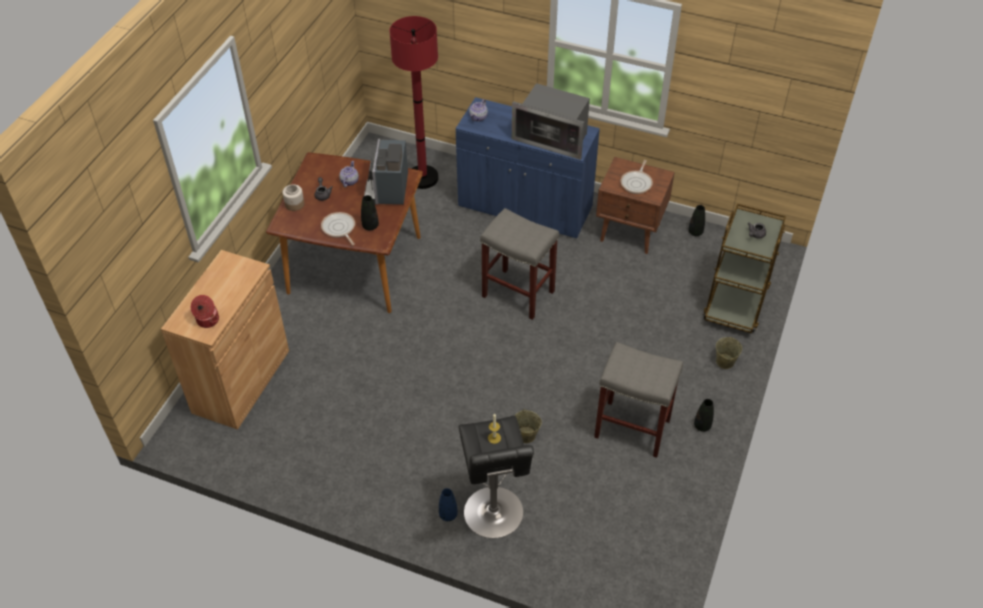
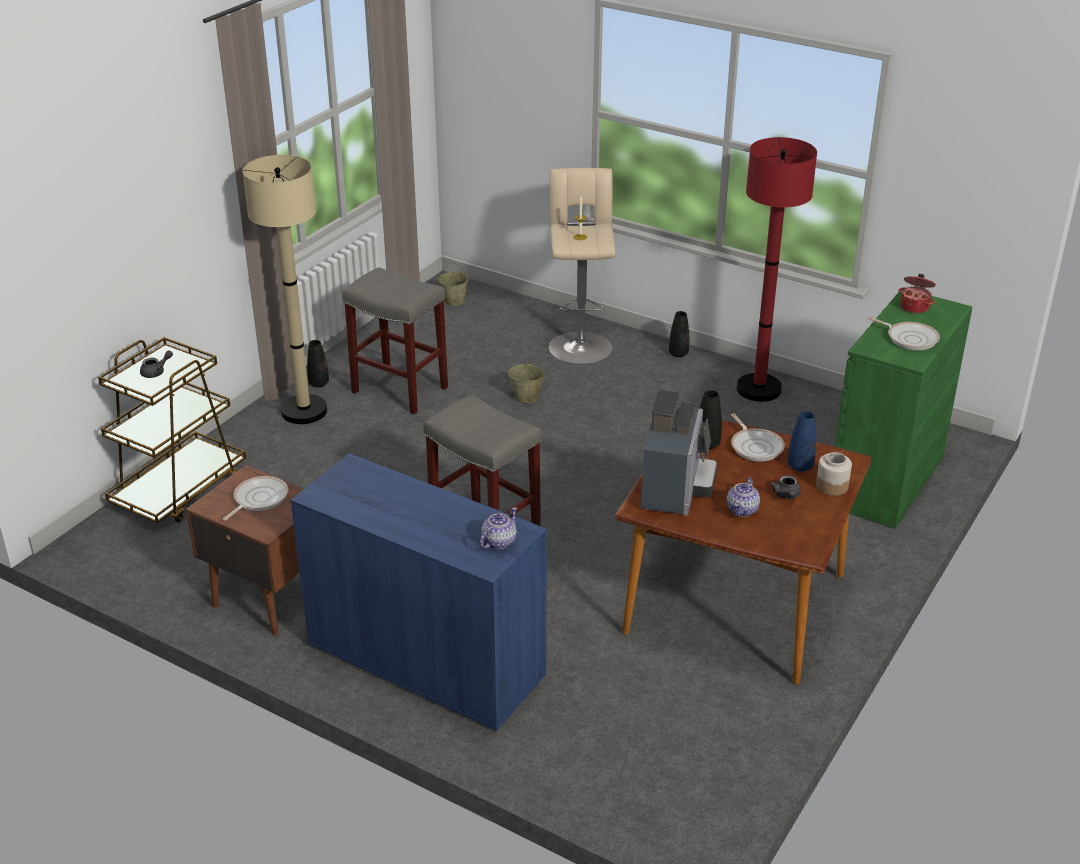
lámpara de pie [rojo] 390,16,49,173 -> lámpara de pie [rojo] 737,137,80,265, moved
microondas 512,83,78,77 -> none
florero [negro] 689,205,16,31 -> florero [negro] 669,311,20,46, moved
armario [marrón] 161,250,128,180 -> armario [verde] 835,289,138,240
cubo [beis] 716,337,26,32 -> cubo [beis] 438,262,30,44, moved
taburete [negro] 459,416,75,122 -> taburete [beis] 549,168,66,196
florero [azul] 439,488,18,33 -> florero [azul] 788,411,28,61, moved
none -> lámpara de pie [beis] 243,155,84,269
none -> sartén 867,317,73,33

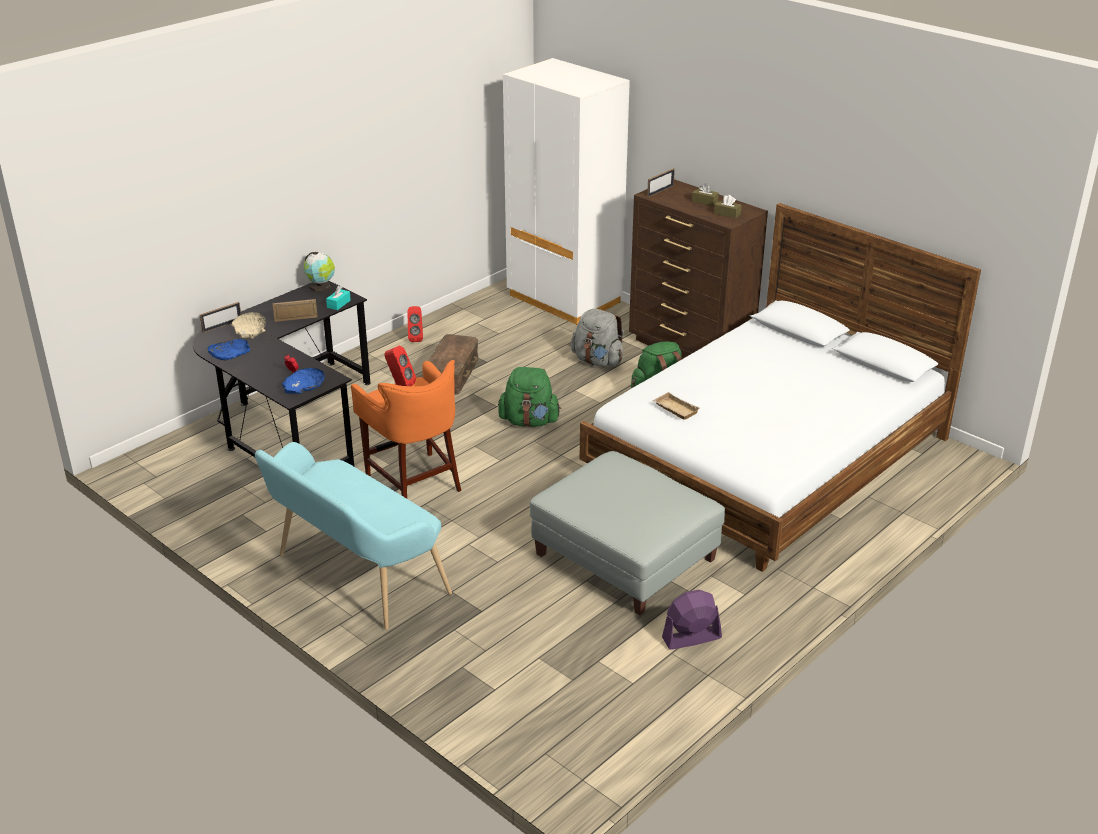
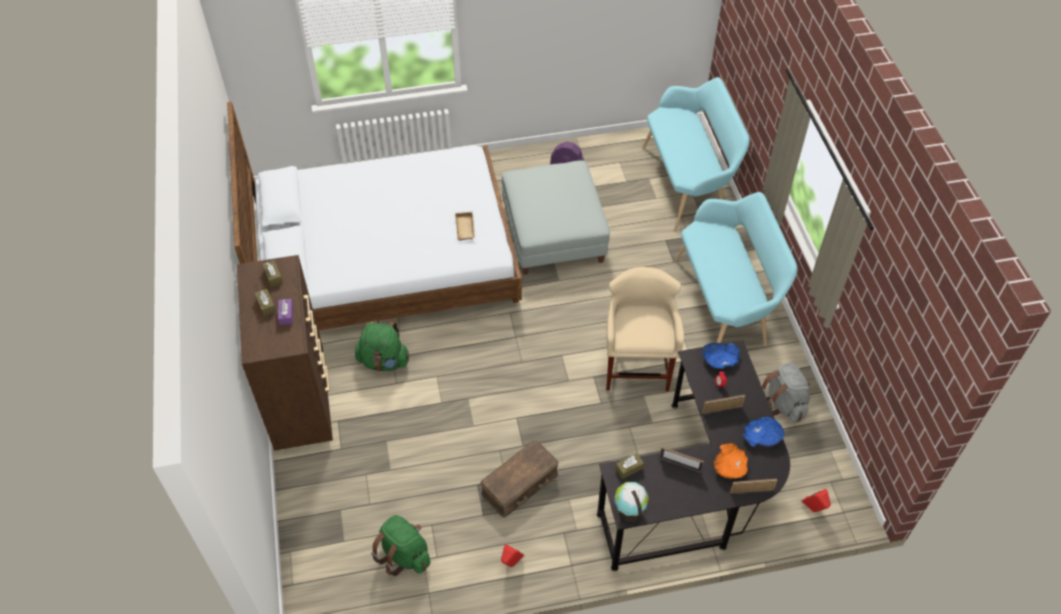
armario ropero [blanco] 503,58,127,267 -> none
portarretratos 647,168,28,29 -> portarretratos 702,395,43,19, moved
caja de pañuelos [turquesa] 326,286,25,24 -> caja de pañuelos [marrón] 616,453,28,26
mochila [gris] 571,309,53,58 -> mochila [gris] 761,363,49,59, moved
cuenco [beis] 232,312,34,27 -> cuenco [naranja] 714,443,34,36
altavoz [rojo] 384,346,32,40 -> altavoz [rojo] 802,489,29,23, moved
taburete [naranja] 351,360,110,139 -> taburete [beis] 606,267,78,125
mochila [verde] 498,367,63,60 -> mochila [verde] 371,515,59,61, moved
none -> banco [turquesa] 643,77,107,154
none -> caja de pañuelos [morado] 278,299,15,26

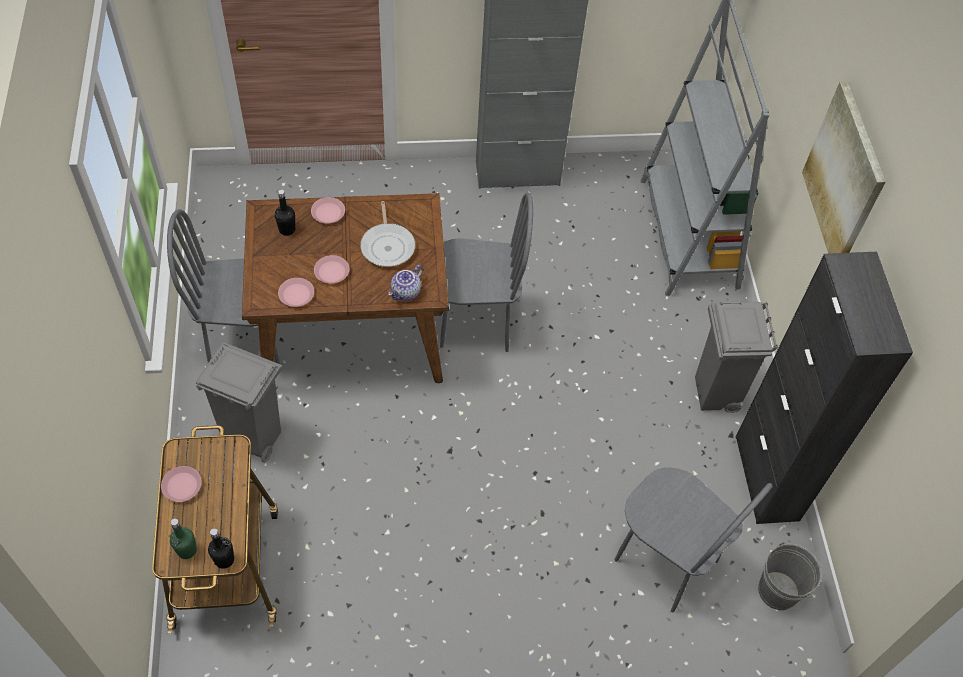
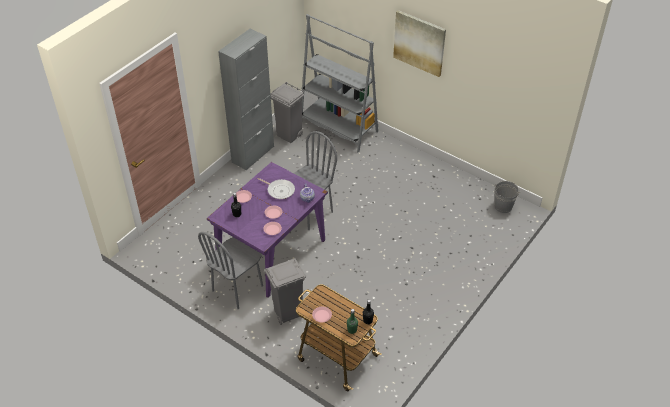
mesa de comedor [marrón] 242,193,207,190 -> mesa de comedor [morado] 207,162,121,136
armario [negro] 736,252,177,272 -> none
papelera [gris] 695,302,83,111 -> papelera [gris] 271,82,33,61, moved
silla [gris] 614,467,159,145 -> none

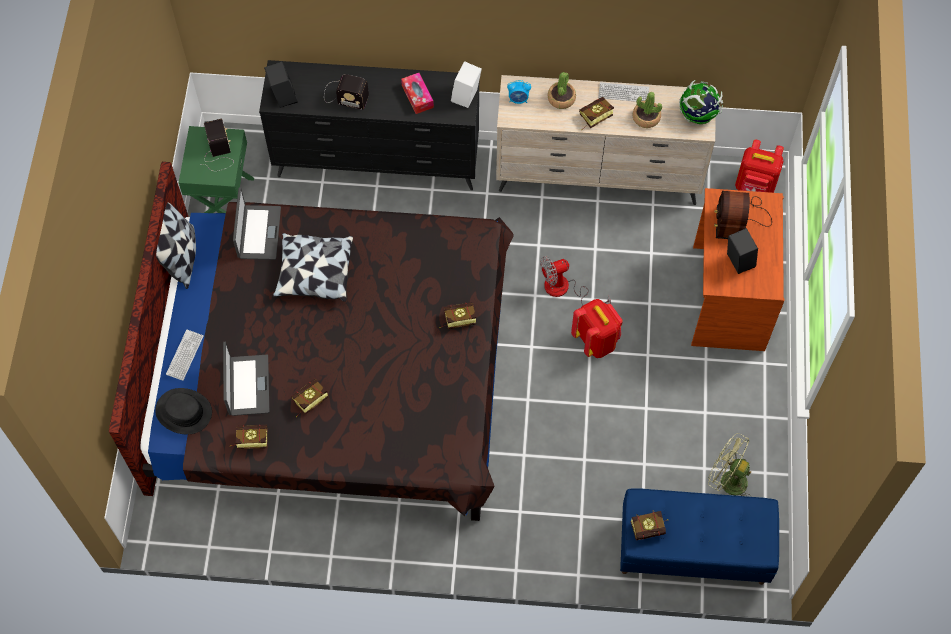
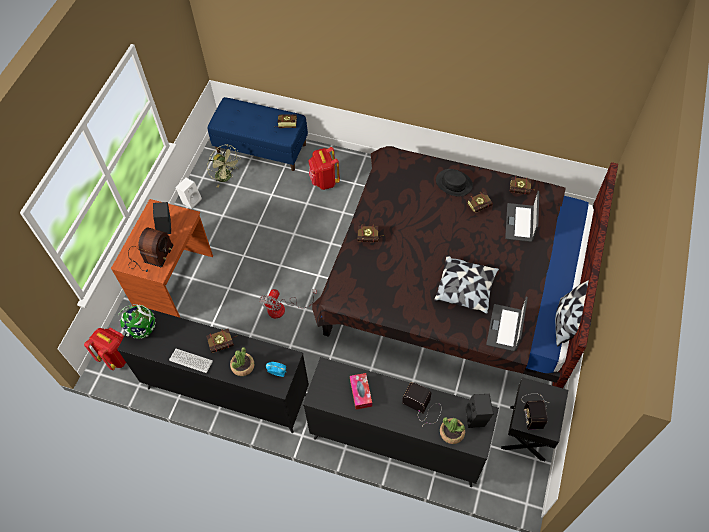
altavoz [blanco] 451,61,31,47 -> altavoz [blanco] 175,177,27,32, moved
cómoda [beis] 496,75,220,130 -> cómoda [negro] 117,309,192,124
planta en maceta 633,92,29,36 -> planta en maceta 440,417,25,27, moved
mesita de noche [verde] 179,126,75,87 -> mesita de noche [negro] 501,377,67,84
ventilador 540,256,71,49 -> ventilador 260,289,57,29, 120 degrees clockwise
mochila [rojo] 571,299,52,59 -> mochila [rojo] 308,147,32,43, moved
teclado 166,330,38,51 -> none
sombrero [negro] 155,388,57,46 -> sombrero [negro] 436,169,37,27, moved

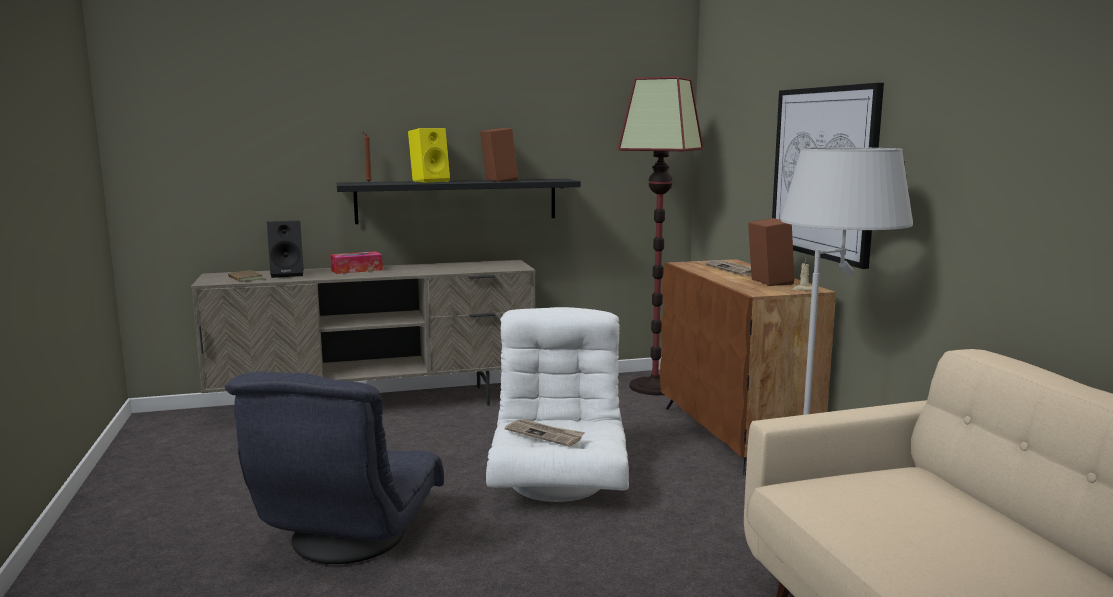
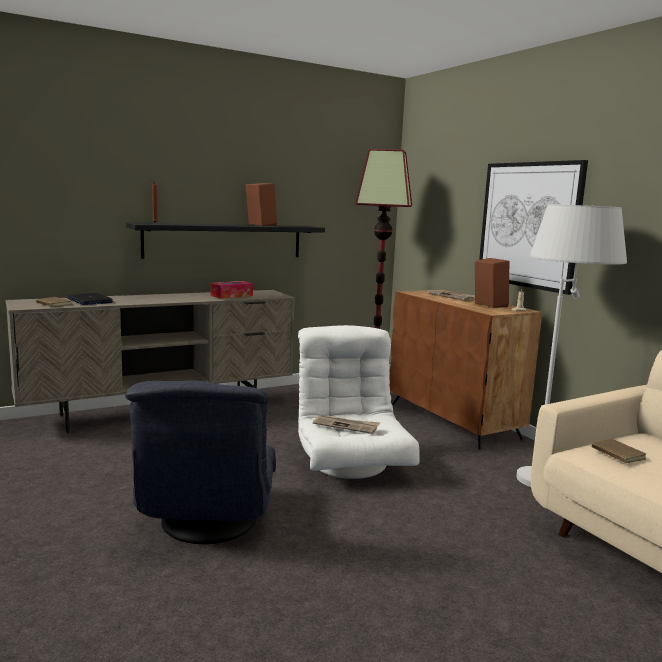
altavoz [amarillo] 408,128,42,55 -> none
altavoz [negro] 267,220,37,58 -> portátil 66,293,47,12
caja de pañuelos 330,251,53,23 -> caja de pañuelos 210,281,43,18, moved
none -> libro [marrón] 592,439,54,24

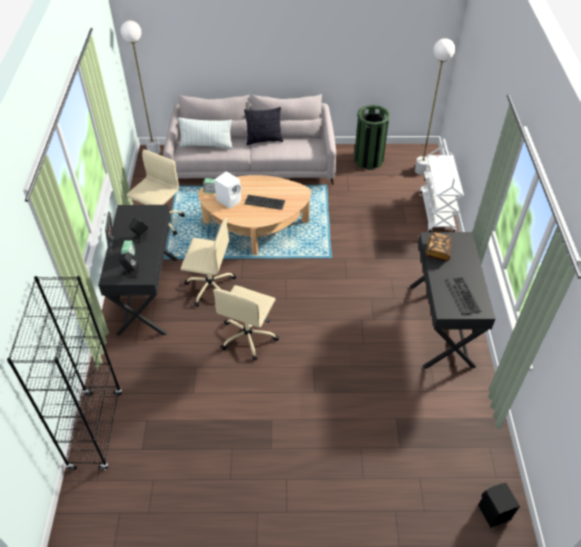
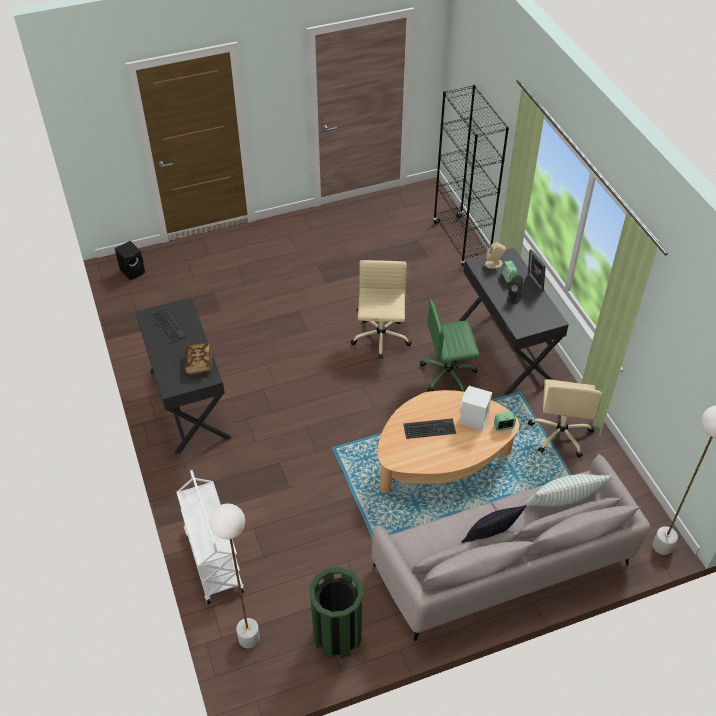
silla de oficina [beis] 181,218,55,89 -> silla de oficina [verde] 420,299,60,93
altavoz [negro] 118,252,22,26 -> altavoz [beis] 485,242,21,26

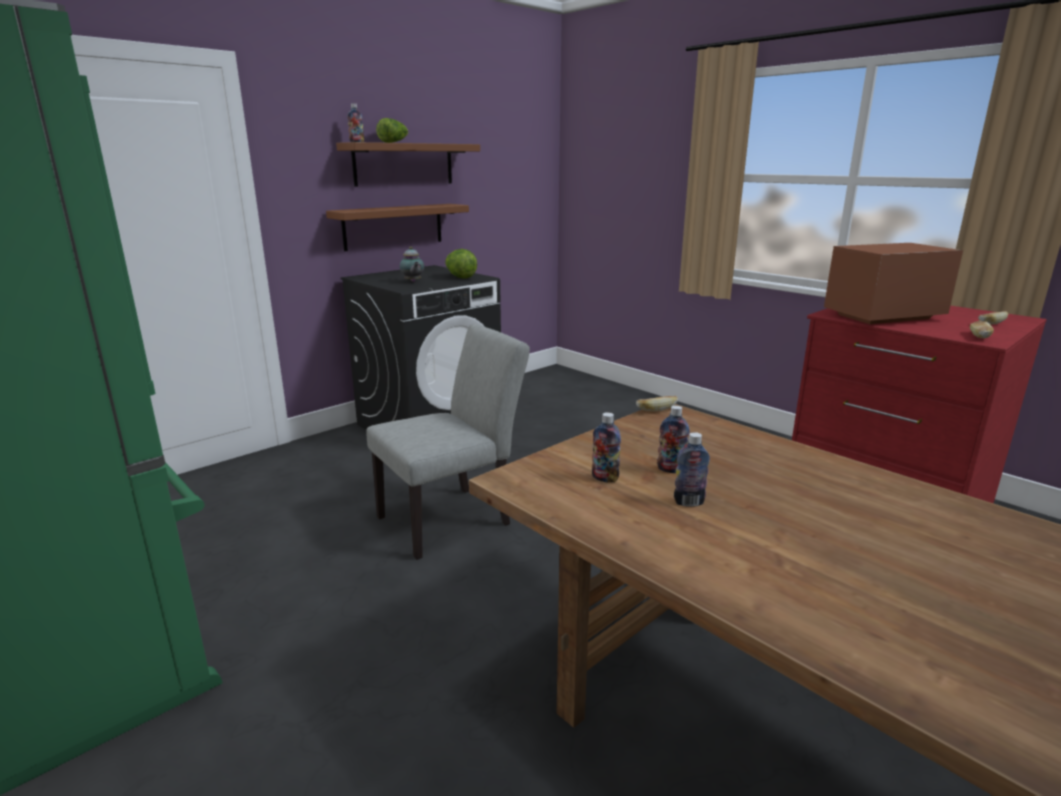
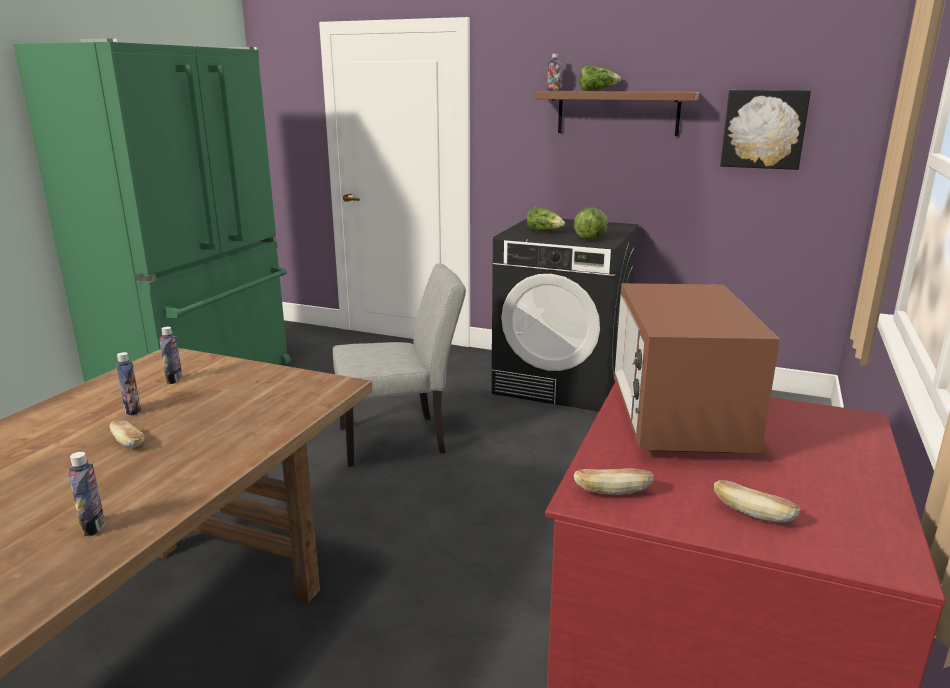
estante [marrón] 326,204,143,47 -> none
microondas 824,243,139,81 -> microondas 614,283,166,170, 135 degrees counterclockwise
tetera 400,247,24,35 -> lechuga 527,207,38,24
silla [gris] 366,324,164,236 -> silla [gris] 333,264,133,203, 45 degrees counterclockwise
pan 636,396,42,15 -> pan 109,420,35,28, moved
botella 657,405,33,68 -> botella 68,452,37,84, moved
none -> cuadro 720,90,91,80

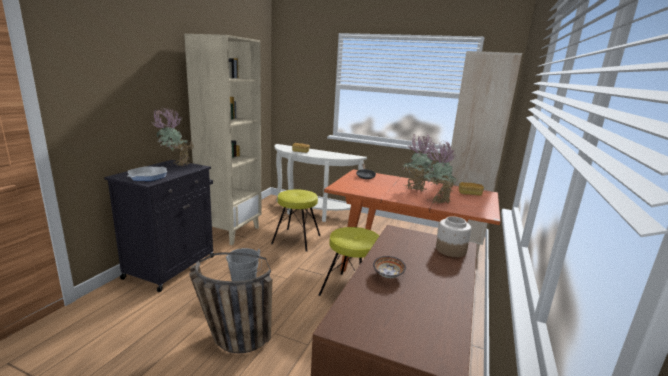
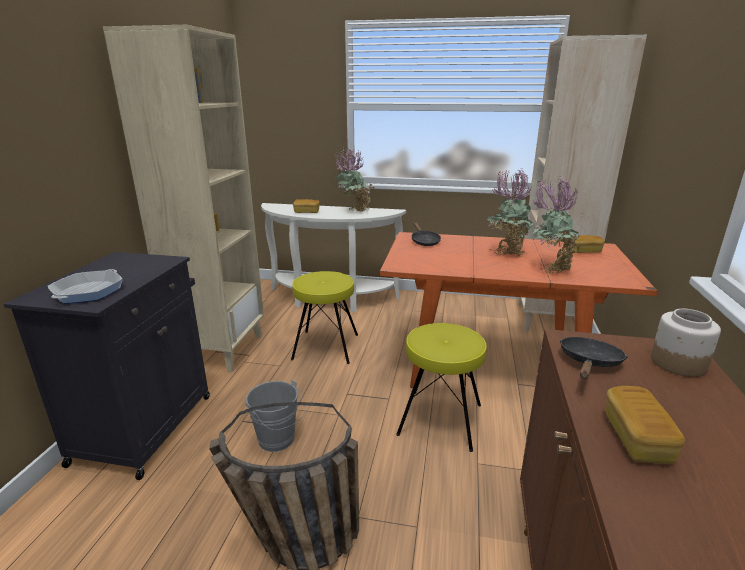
planta en maceta 153,106,41,60 -> planta en maceta 335,147,40,65, moved
cuenco 373,256,33,22 -> pan 606,386,79,78
none -> sartén [negro] 560,337,67,42

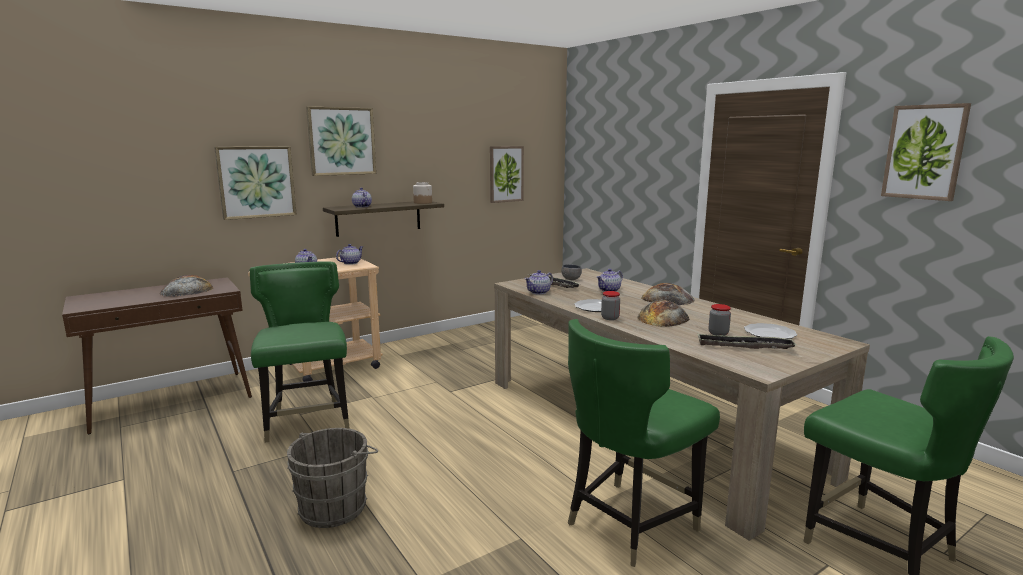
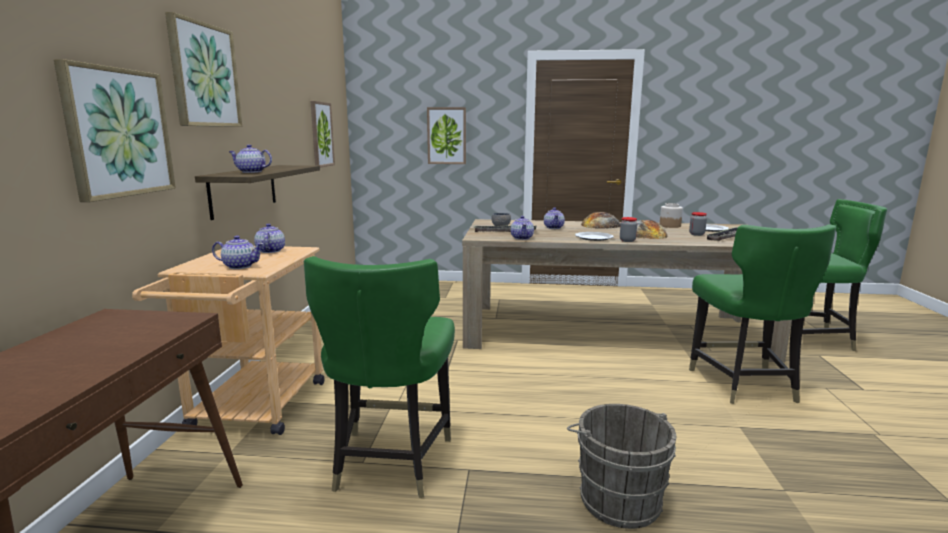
cuadro 881,103,90,98 -> cuadro 427,107,39,57, moved
tarro 413,182,19,22 -> tarro 660,203,23,25, moved
silla [verde] 250,261,100,182 -> silla [verde] 304,256,151,242, 105 degrees counterclockwise
pan 160,275,53,22 -> none

